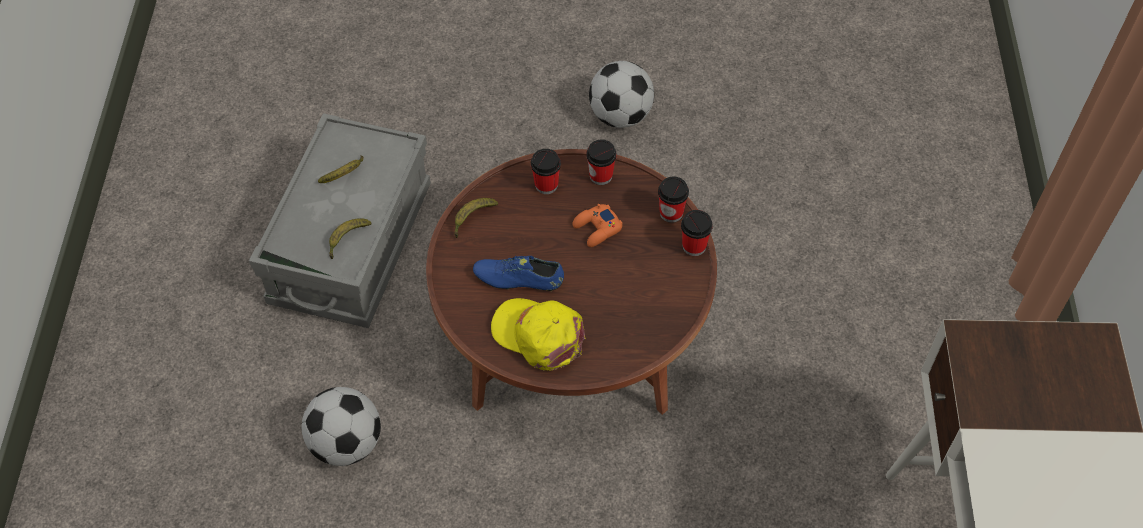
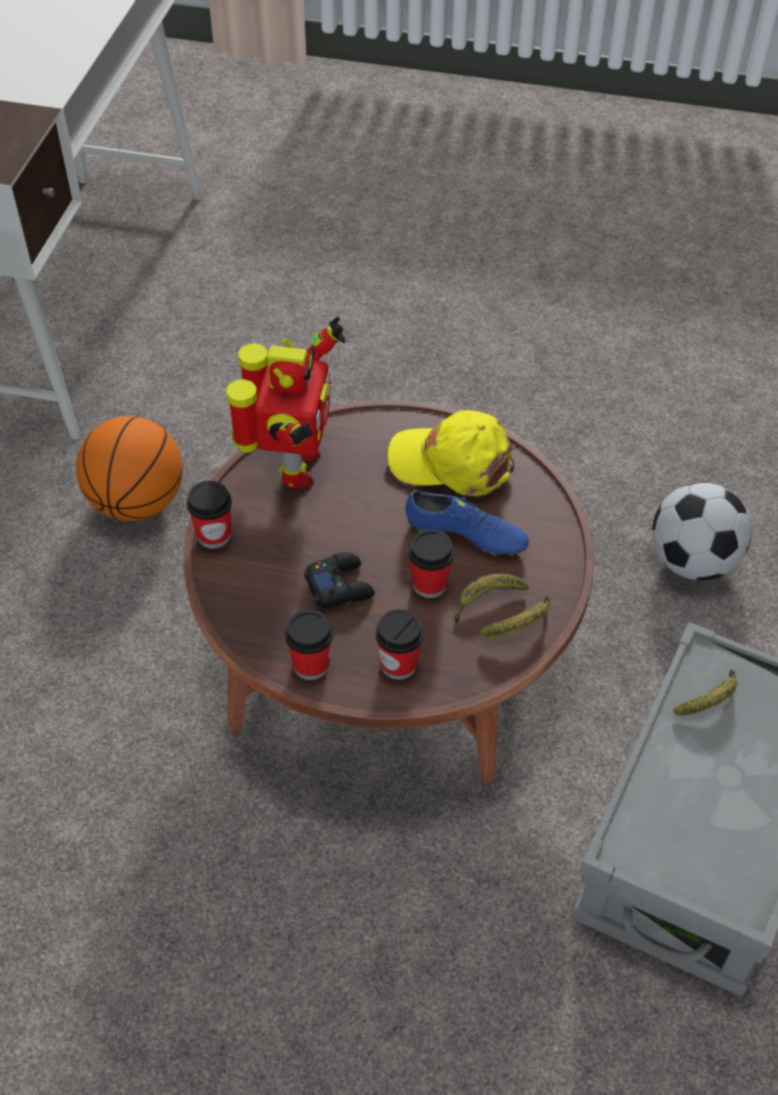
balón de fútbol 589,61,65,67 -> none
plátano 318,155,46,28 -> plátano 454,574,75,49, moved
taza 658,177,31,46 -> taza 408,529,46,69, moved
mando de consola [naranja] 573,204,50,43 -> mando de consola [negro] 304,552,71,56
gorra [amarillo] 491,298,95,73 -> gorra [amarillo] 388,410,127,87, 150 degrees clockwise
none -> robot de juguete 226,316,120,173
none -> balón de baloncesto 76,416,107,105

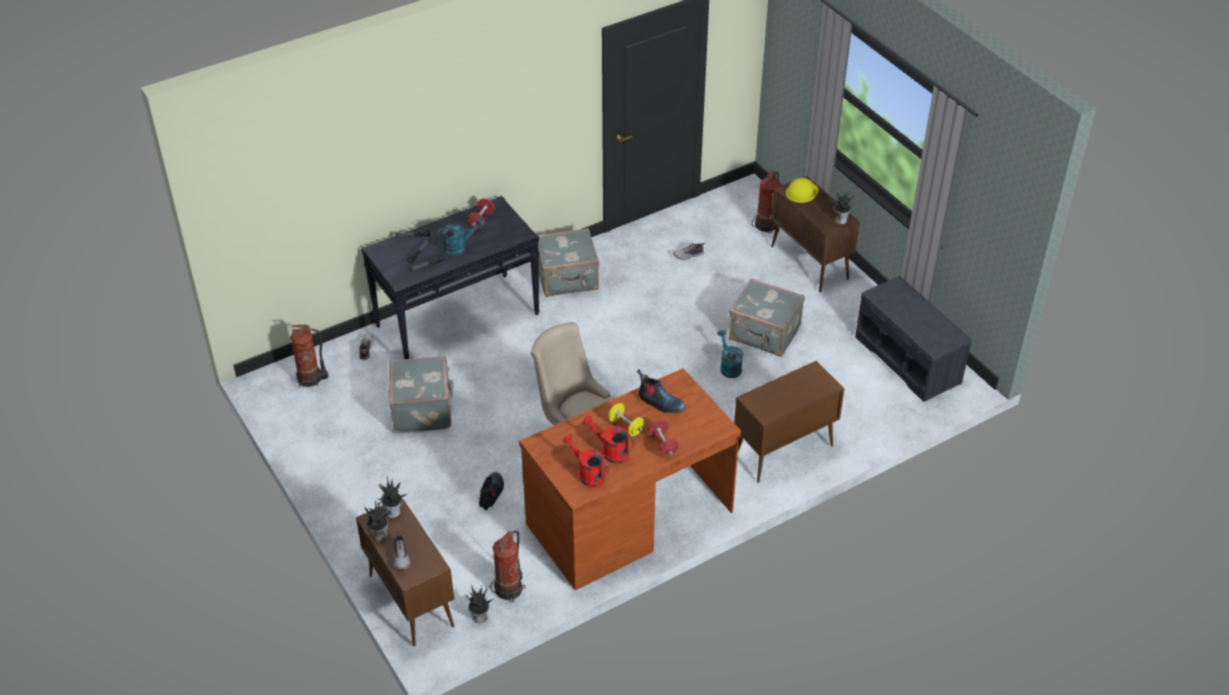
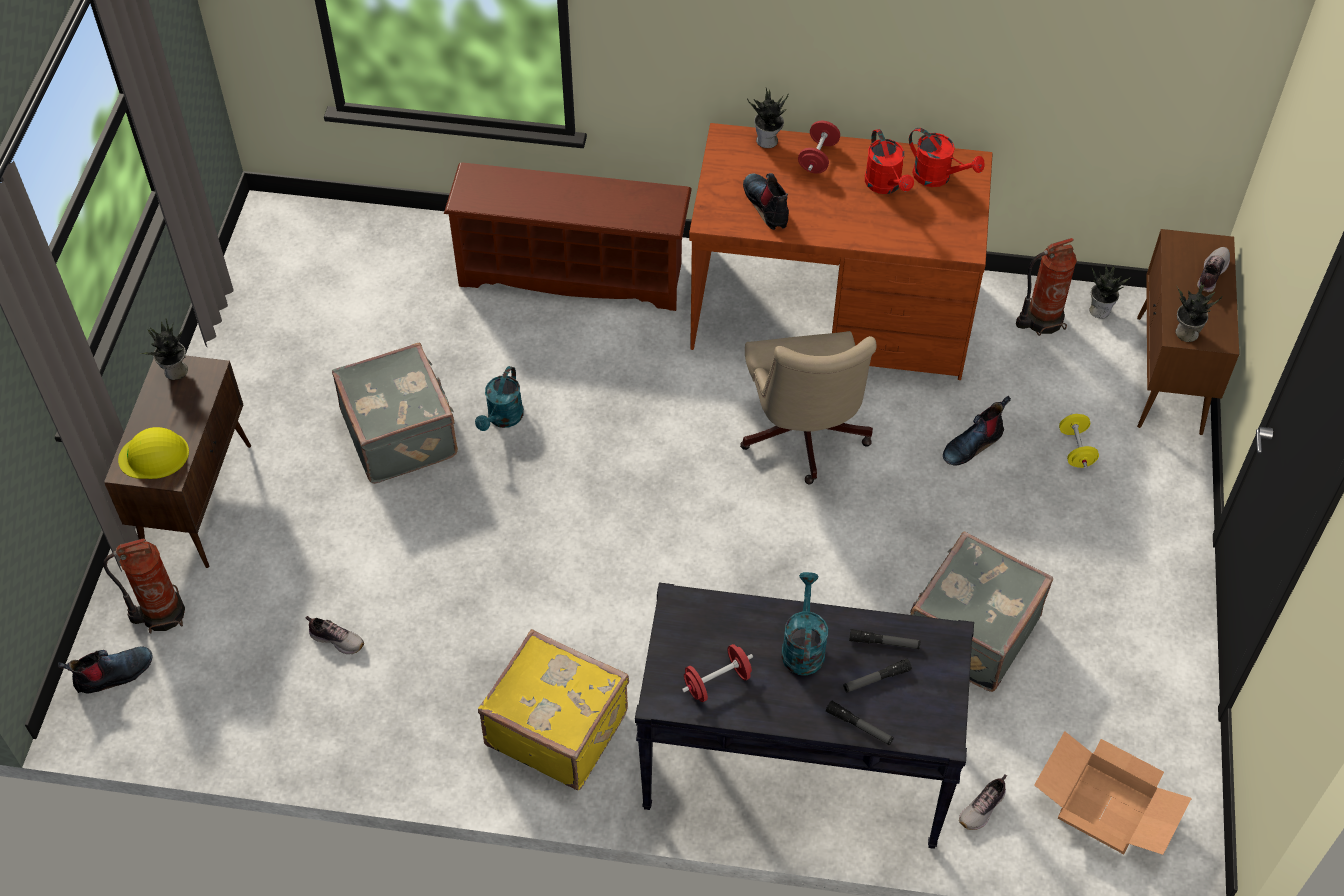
regadera [turquesa] 436,218,49,38 -> regadera [turquesa] 781,572,47,104, 75 degrees clockwise
maleta [gris] 538,228,61,69 -> maleta [amarillo] 478,629,151,161
banco [gris] 855,276,117,126 -> none
extintor 290,325,38,62 -> caja de cartón 1034,731,158,124
armario [marrón] 734,361,110,122 -> zapatero [marrón] 444,162,248,149
mancuerna [amarillo] 608,403,36,34 -> mancuerna [amarillo] 1059,414,40,54, moved
regadera [rojo] 563,434,46,53 -> regadera [rojo] 909,128,76,59, 45 degrees counterclockwise
planta en maceta 362,501,30,41 -> planta en maceta 747,88,41,60, moved
none -> bota 58,646,94,48

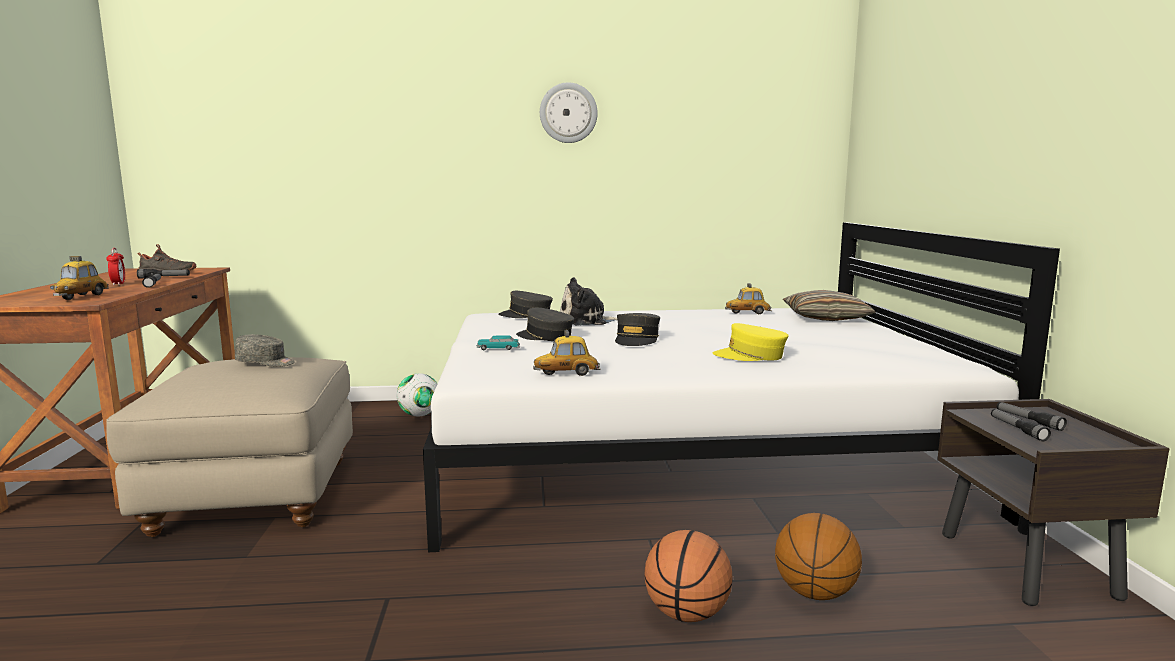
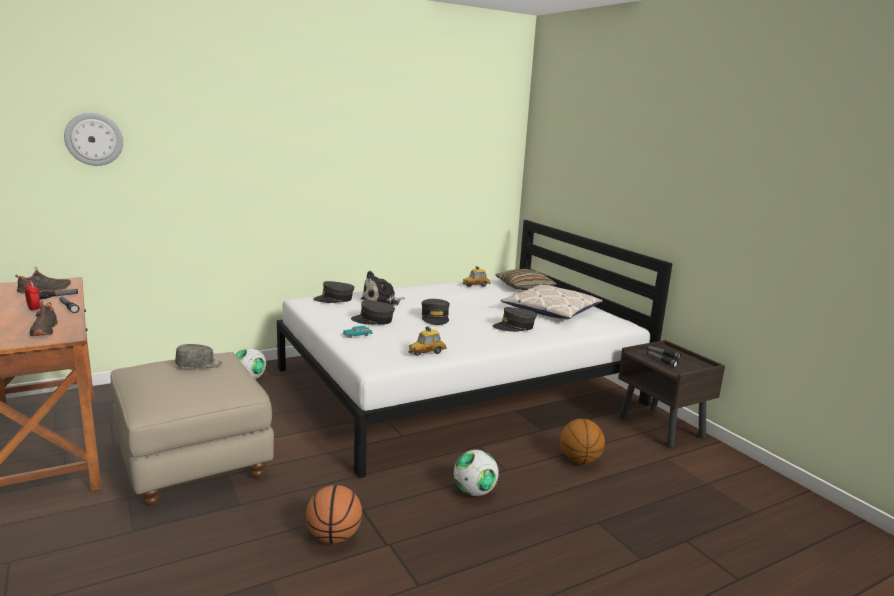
reloj de pared 540,82,58,61 -> reloj de pared 64,113,59,53, moved
coche de juguete 50,256,59,44 -> zapato [negro] 30,300,28,36
gorra [amarillo] 712,323,76,38 -> gorra [gris] 493,307,44,25
balón de baloncesto 644,530,89,92 -> balón de baloncesto 306,485,56,59, moved
none -> cojín 501,284,102,35
none -> balón de fútbol 454,450,44,46

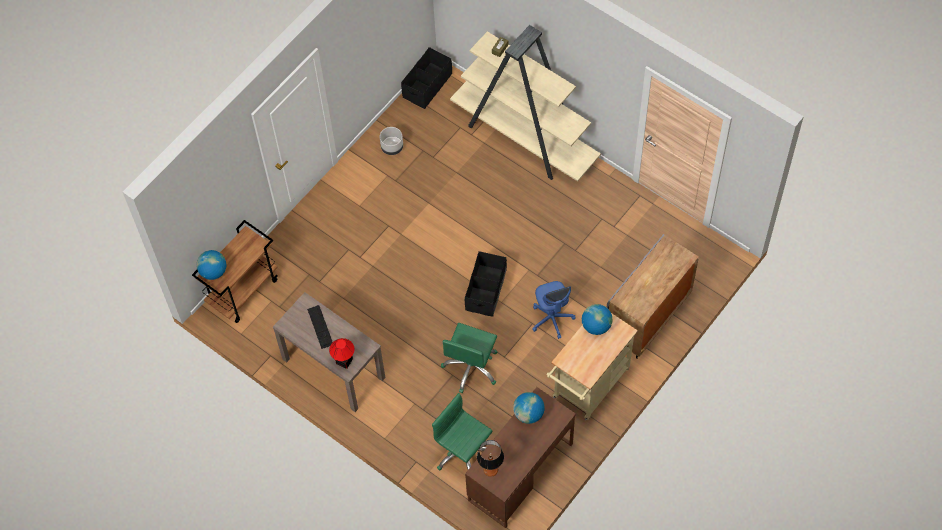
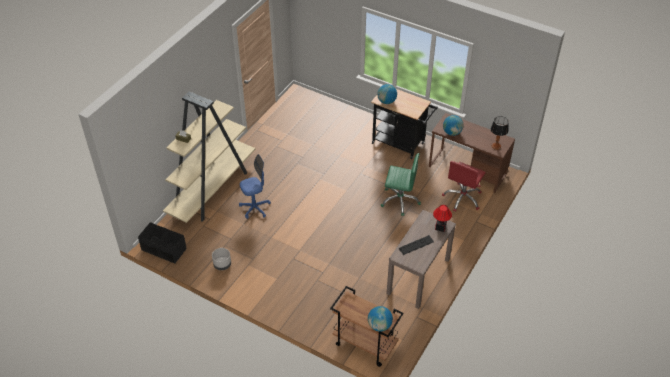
armario [gris] 607,234,92,125 -> none
caja de almacenaje [negro] 465,251,42,66 -> none
silla de oficina [azul] 532,281,43,58 -> silla de oficina [azul] 239,154,32,65, moved
carrito [beis] 546,313,92,107 -> carrito [negro] 371,89,67,70
silla de oficina [verde] 432,393,61,77 -> silla de oficina [rojo] 442,161,44,51

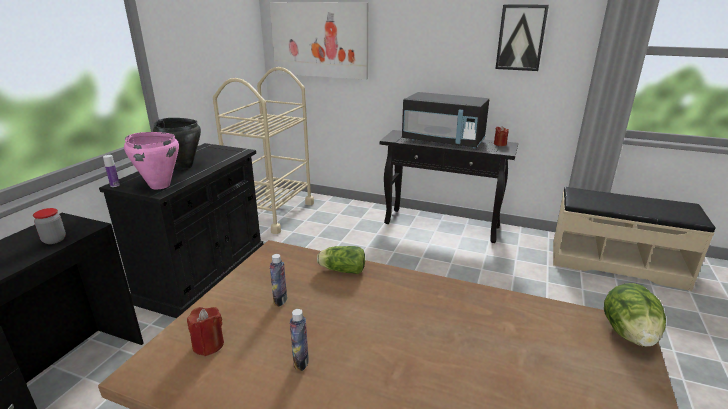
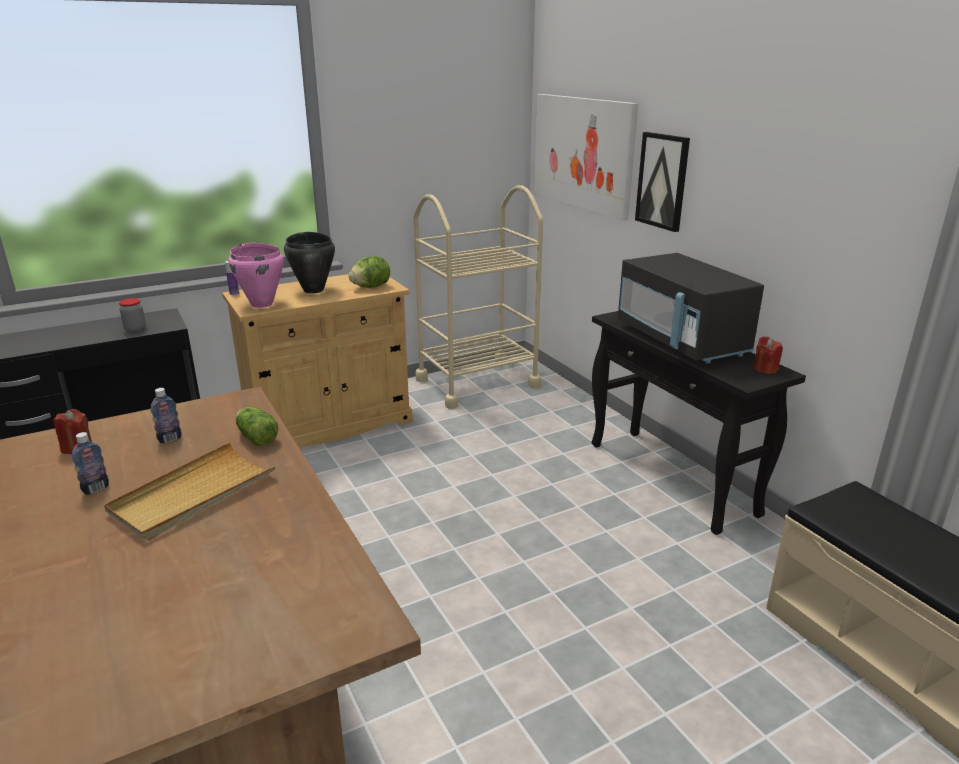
cuadro 495,4,54,67 -> cuadro 635,132,55,100, moved
armario [negro] 99,143,165,175 -> armario [beis] 222,274,191,173
lechuga 604,283,62,64 -> lechuga 348,256,42,32, moved
none -> bandeja [beis] 104,442,171,99

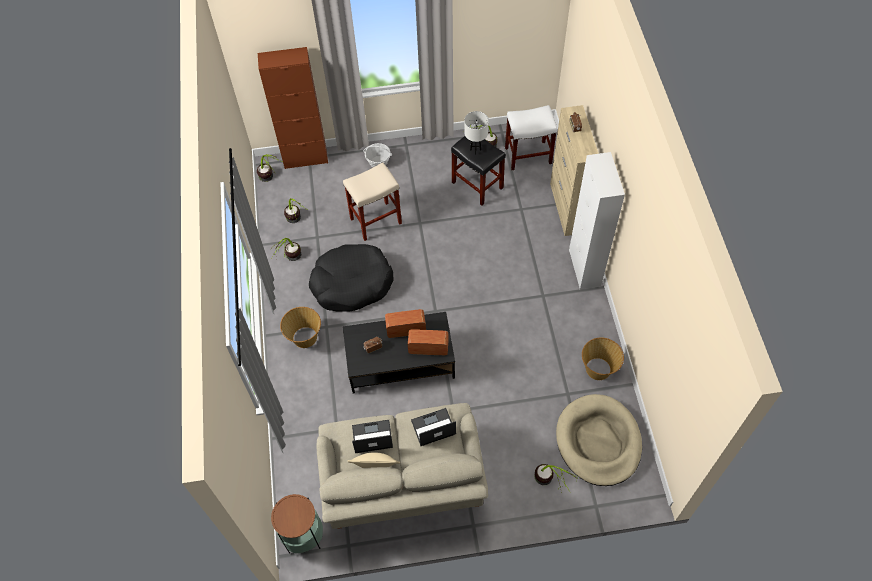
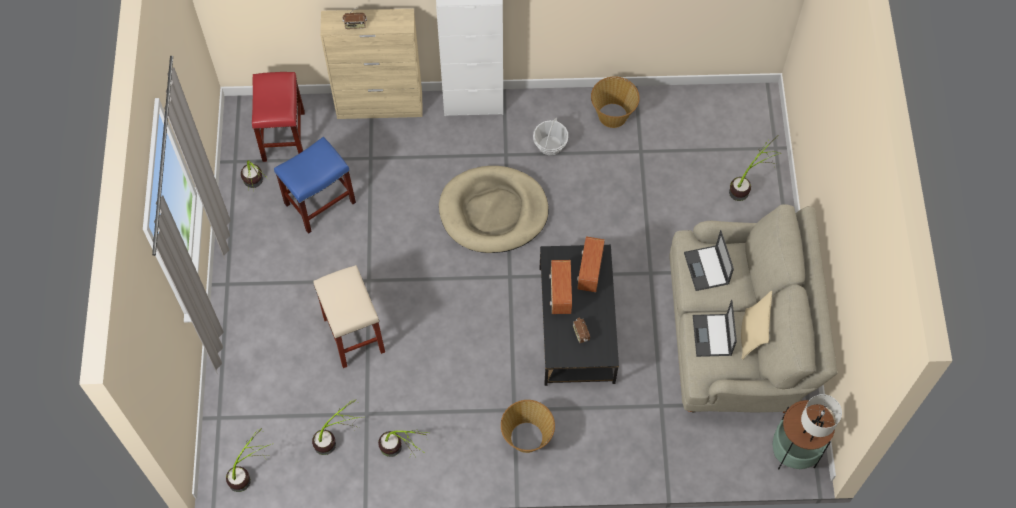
armario [marrón] 258,47,70,122 -> none
taburete [blanco] 505,105,52,66 -> taburete [rojo] 252,72,53,90
lámpara de mesa [blanco] 464,111,25,44 -> lámpara de mesa [blanco] 801,394,41,47, moved
taburete [negro] 451,136,55,70 -> taburete [azul] 274,137,82,97
cesta 363,143,29,24 -> cesta 533,118,35,38, moved
cama para perro [negro] 309,244,85,68 -> none
cama para perro [beis] 556,394,86,92 -> cama para perro [beis] 439,166,110,87, moved

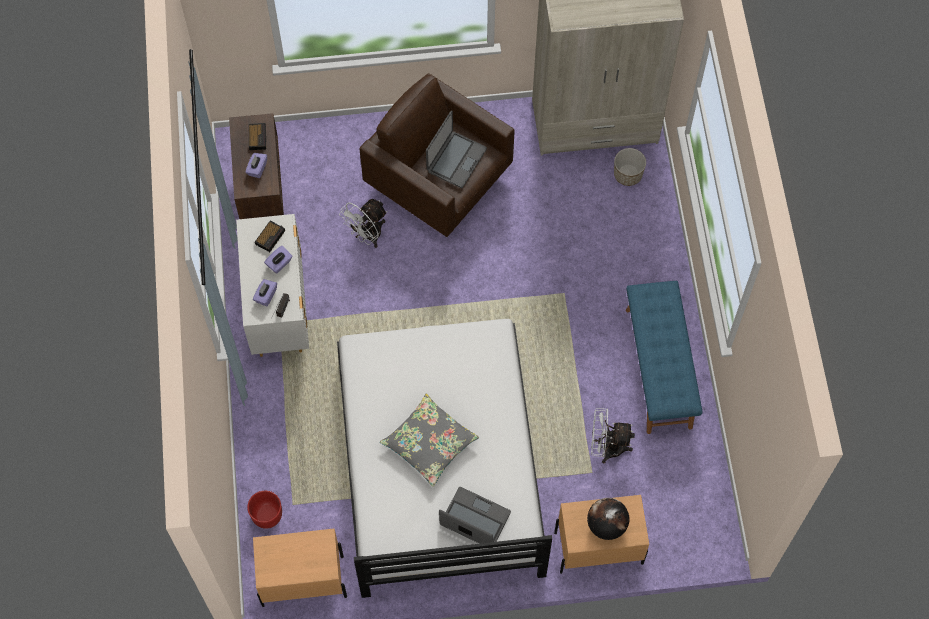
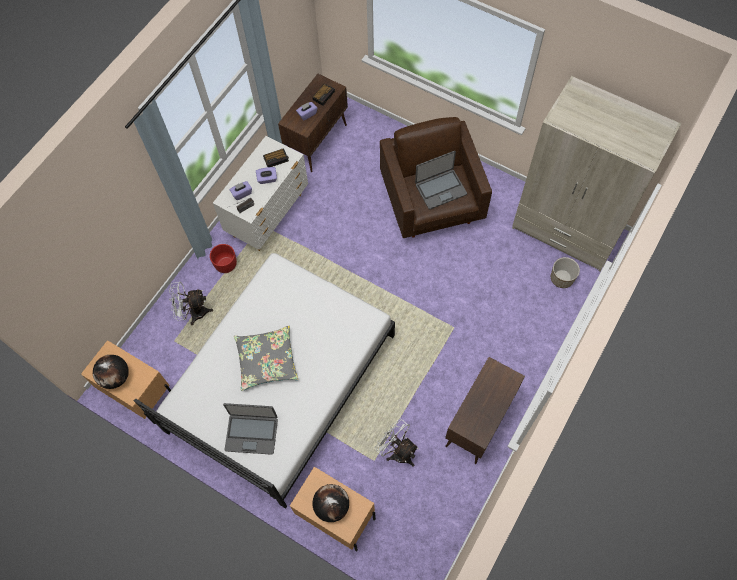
ventilador [blanco] 339,199,48,49 -> ventilador [blanco] 169,282,44,43, moved
banco [azul] 626,281,77,153 -> armario [marrón] 445,357,80,107
portátil 439,487,72,61 -> portátil 223,403,55,52, 120 degrees clockwise
maceta [rojo] 247,491,35,38 -> maceta [rojo] 210,244,27,29, moved
none -> globo terráqueo 93,355,36,34

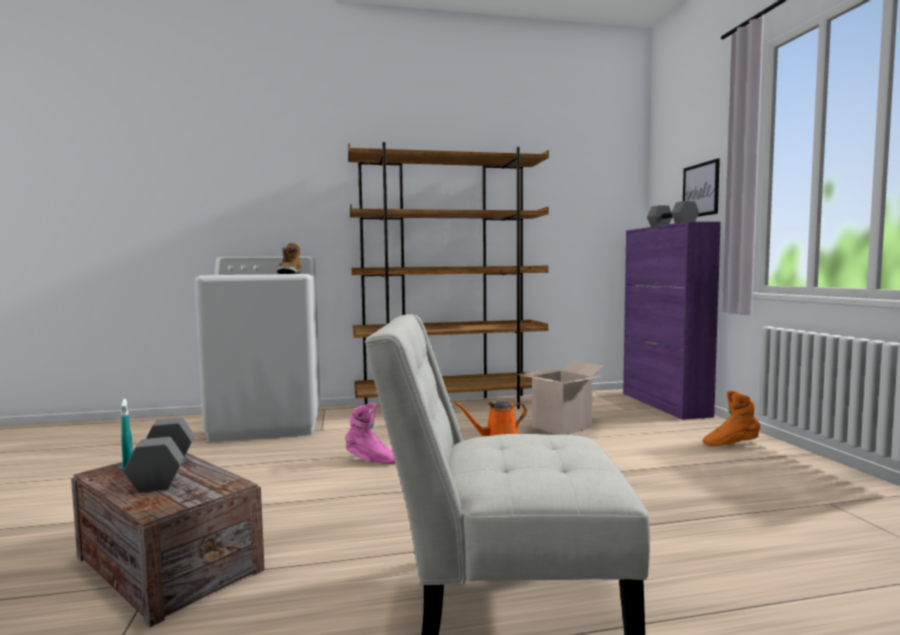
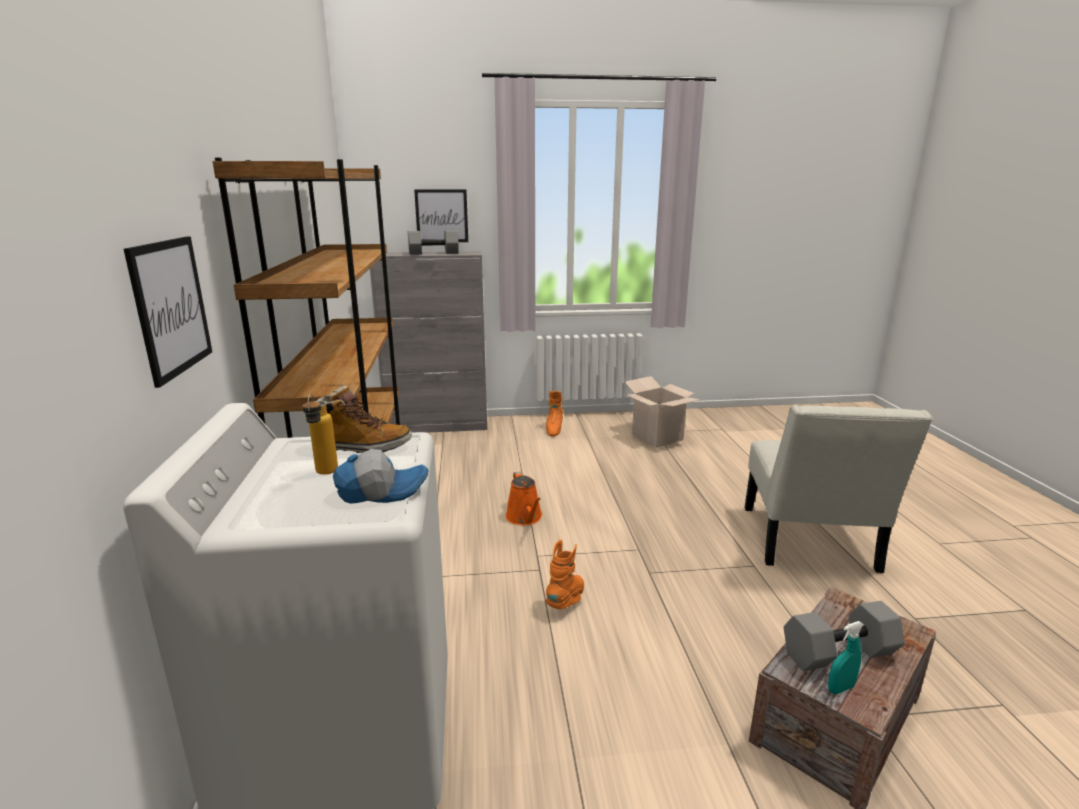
armario [morado] 623,222,98,198 -> armario [gris] 370,251,117,182
caja de cartón 517,361,87,74 -> caja de cartón 625,376,76,72, moved
bota [rosa] 345,403,50,61 -> bota [naranja] 546,540,38,69
none -> cuadro 124,236,88,152
none -> botella 302,394,36,81
none -> gorra 333,449,96,55

